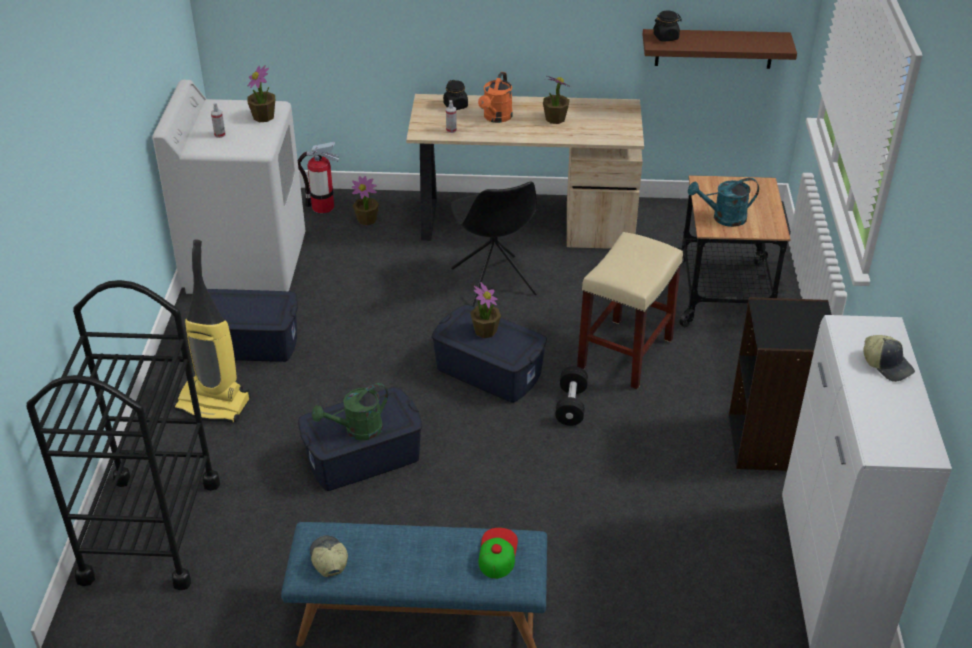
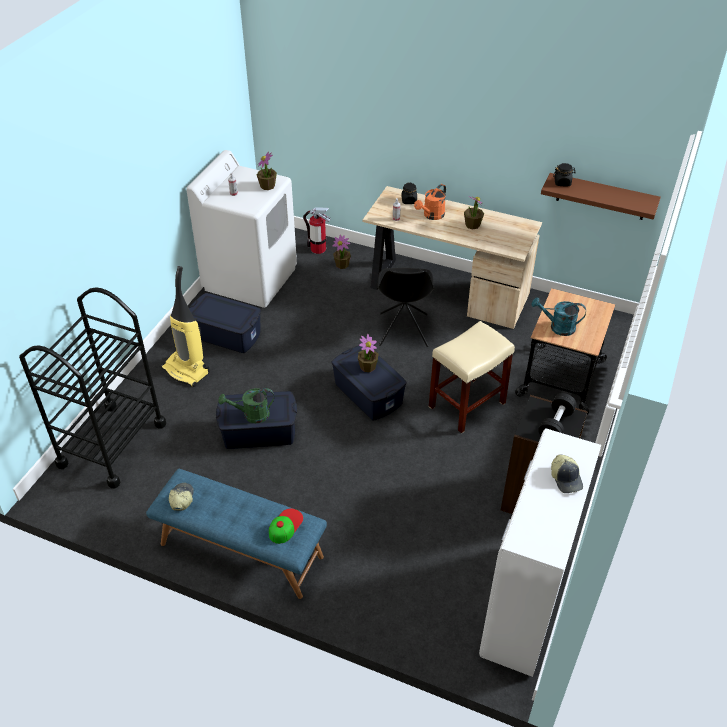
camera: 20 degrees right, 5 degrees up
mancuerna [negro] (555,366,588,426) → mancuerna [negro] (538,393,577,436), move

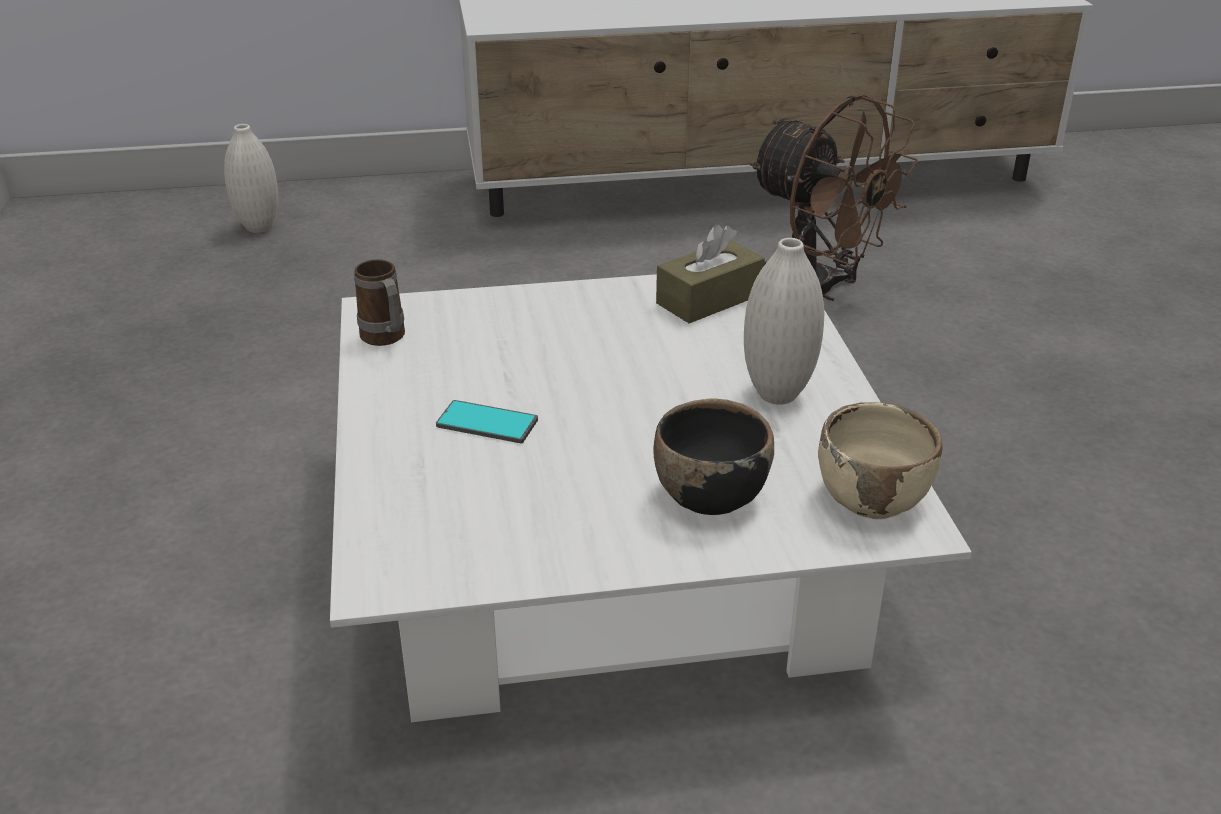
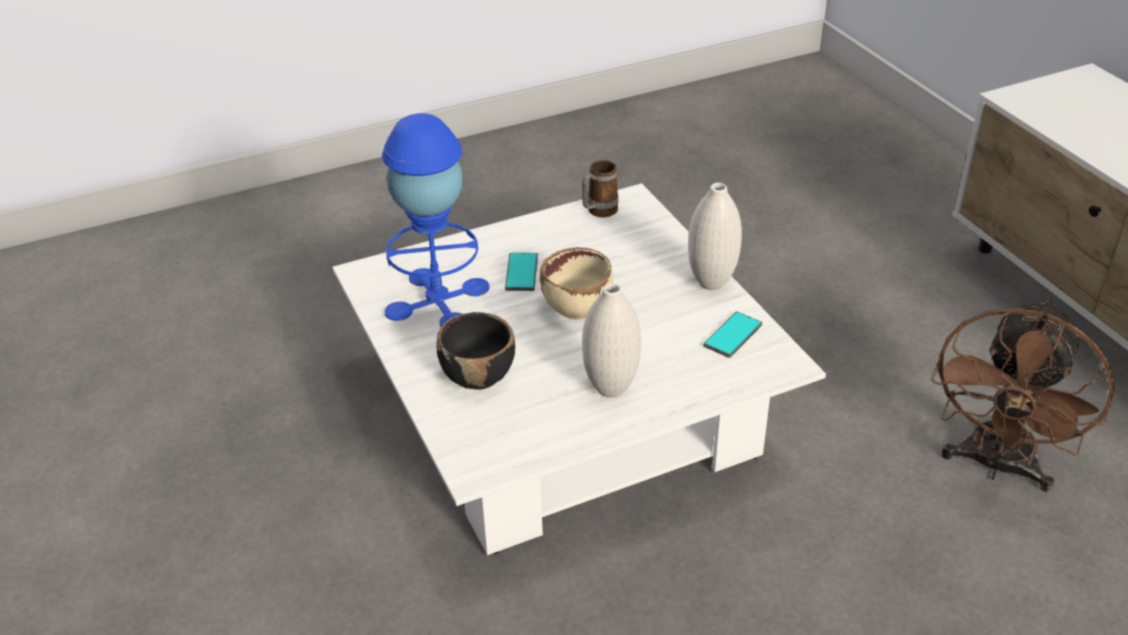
camera: 75 degrees right, 5 degrees up
florero [blanco] (224,124,278,233) → florero [blanco] (688,183,742,290), move
caja de pañuelos [marrón] (656,224,765,323) → móvil (703,312,762,358)
cuenco [beis] (818,402,942,519) → cuenco [beis] (540,247,613,320), move
- → lámpara de mesa [azul] (382,113,489,327)

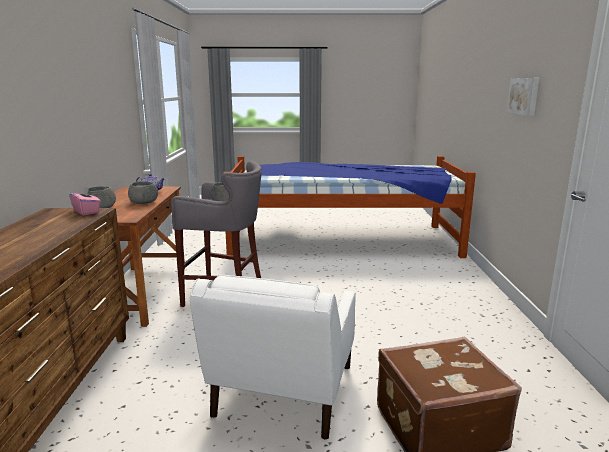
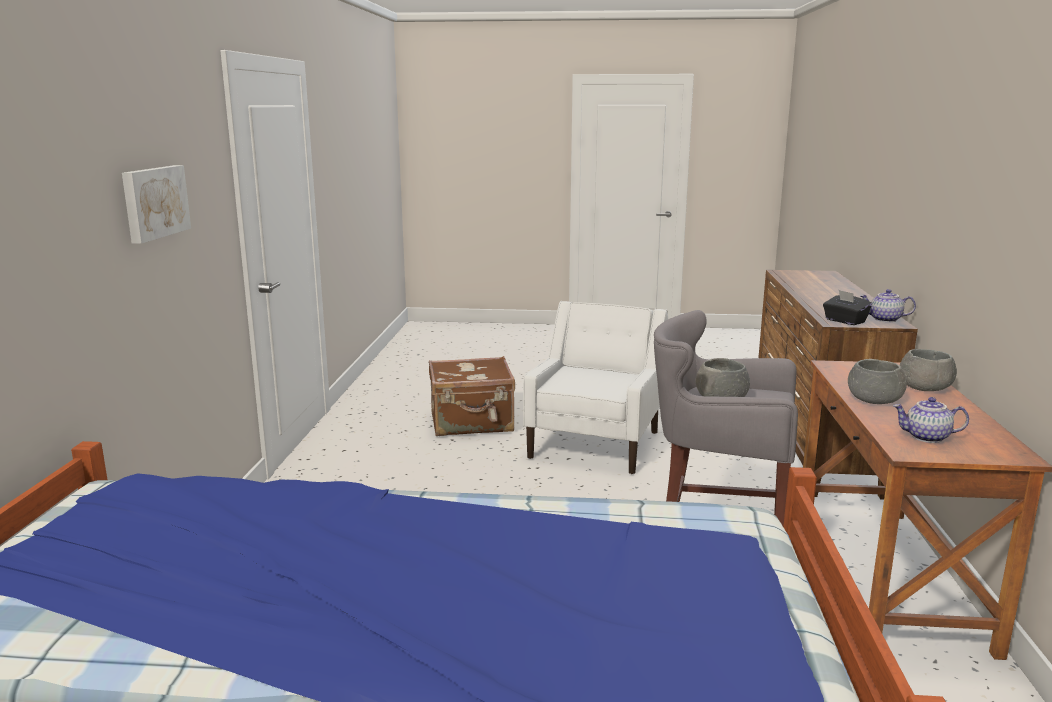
camera: 175 degrees left, 0 degrees up
caja de pañuelos [rosa] (69,186,101,215) → caja de pañuelos [negro] (823,290,872,325)
- → tetera (860,289,916,322)

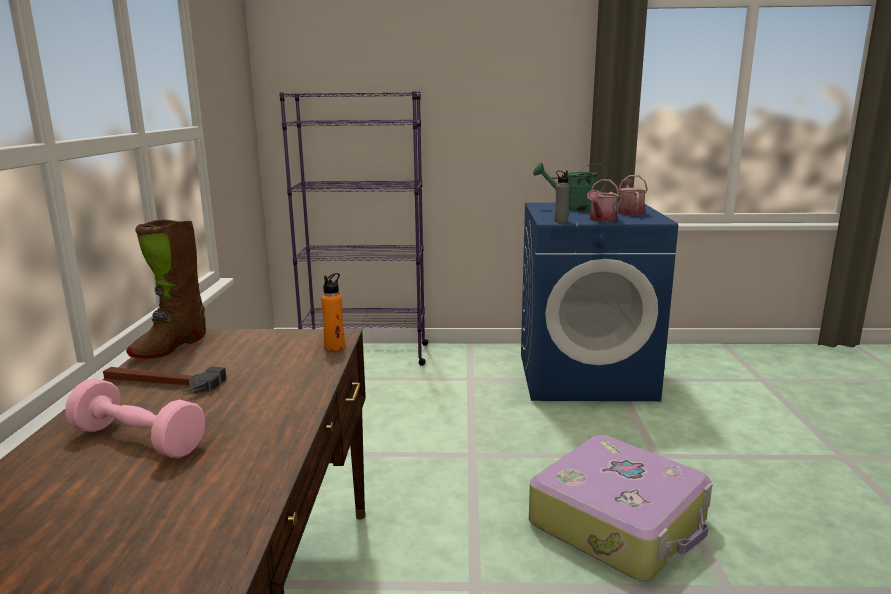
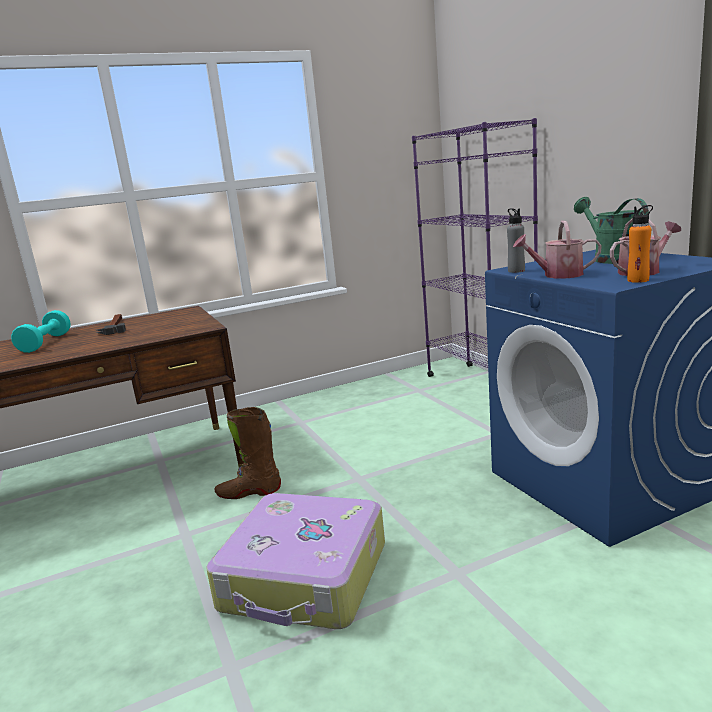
camera: 65 degrees right, 0 degrees up
mancuerna [rosa] (65,378,205,458) → mancuerna [turquesa] (11,310,71,353)
bota [marrón] (126,219,206,359) → bota [marrón] (215,407,281,499), move
botella [naranja] (321,273,345,351) → botella [naranja] (627,205,653,283), move

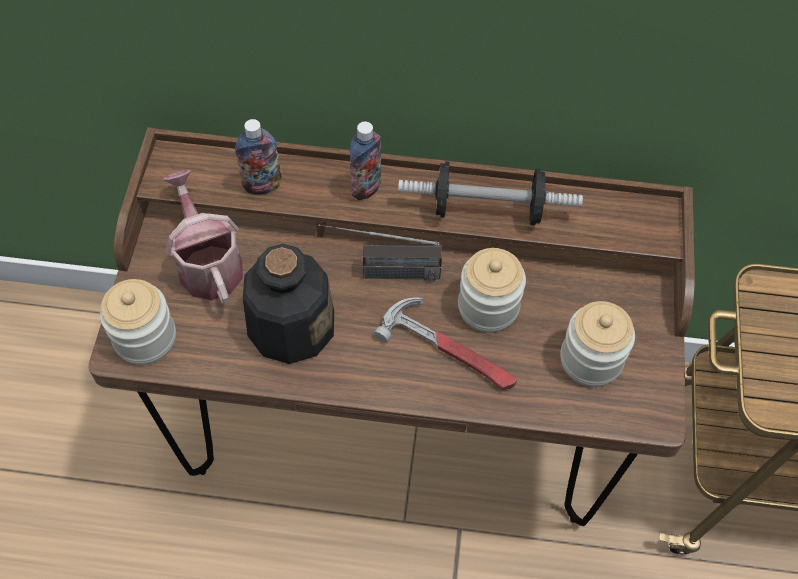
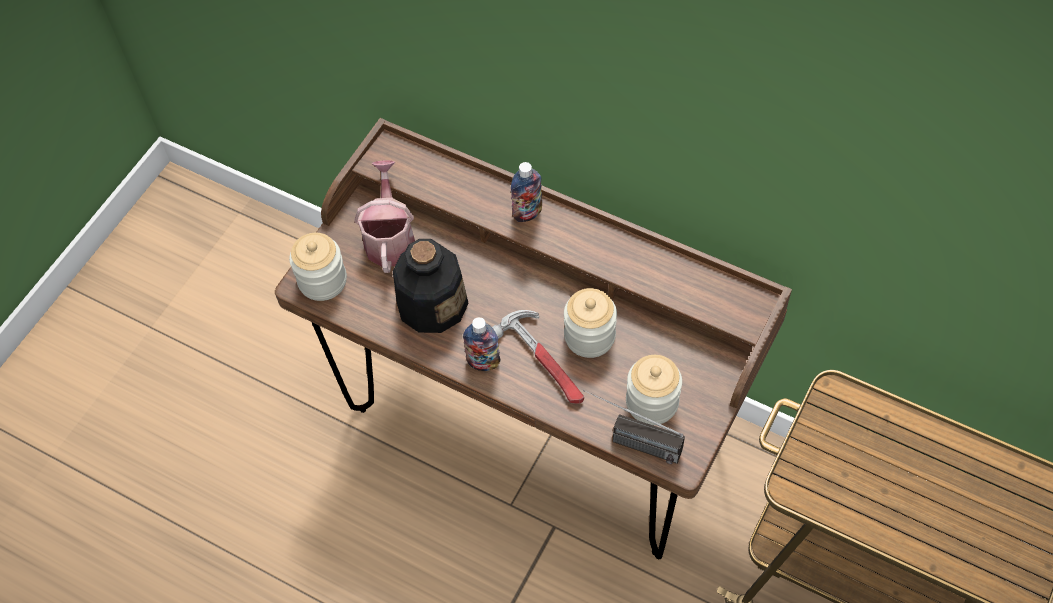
camera: 25 degrees right, 0 degrees up
botella (235,119,282,195) → botella (463,317,500,371), move
radio (319,224,442,282) → radio (583,390,685,464), move
mancuerna (398,161,583,225) → -

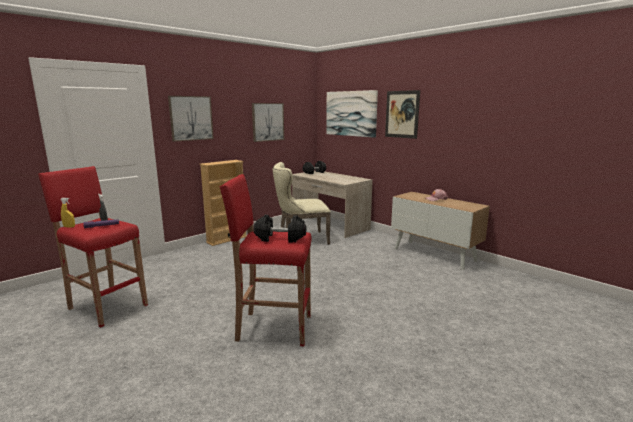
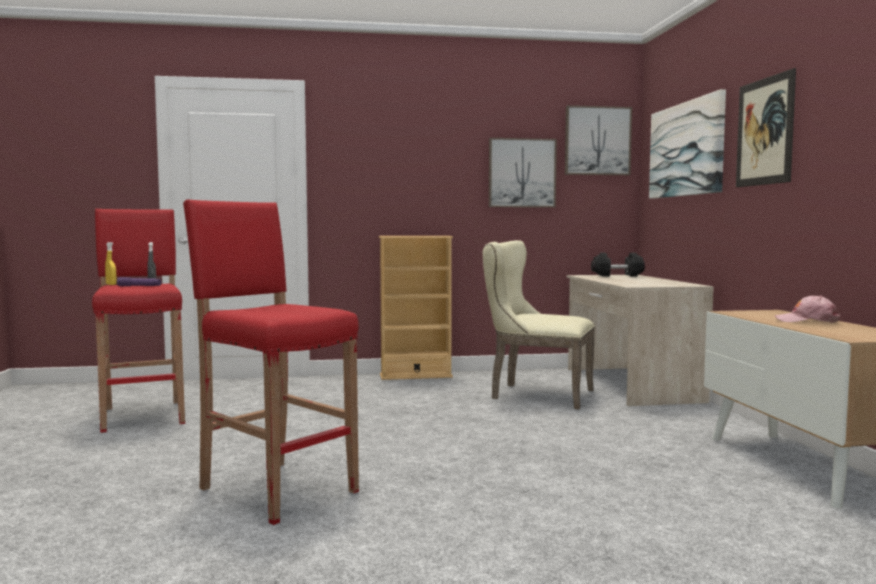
camera: 35 degrees right, 10 degrees down
cuadro (168,96,214,142) → cuadro (565,105,632,175), move
mancuerna [negro] (253,214,306,243) → -

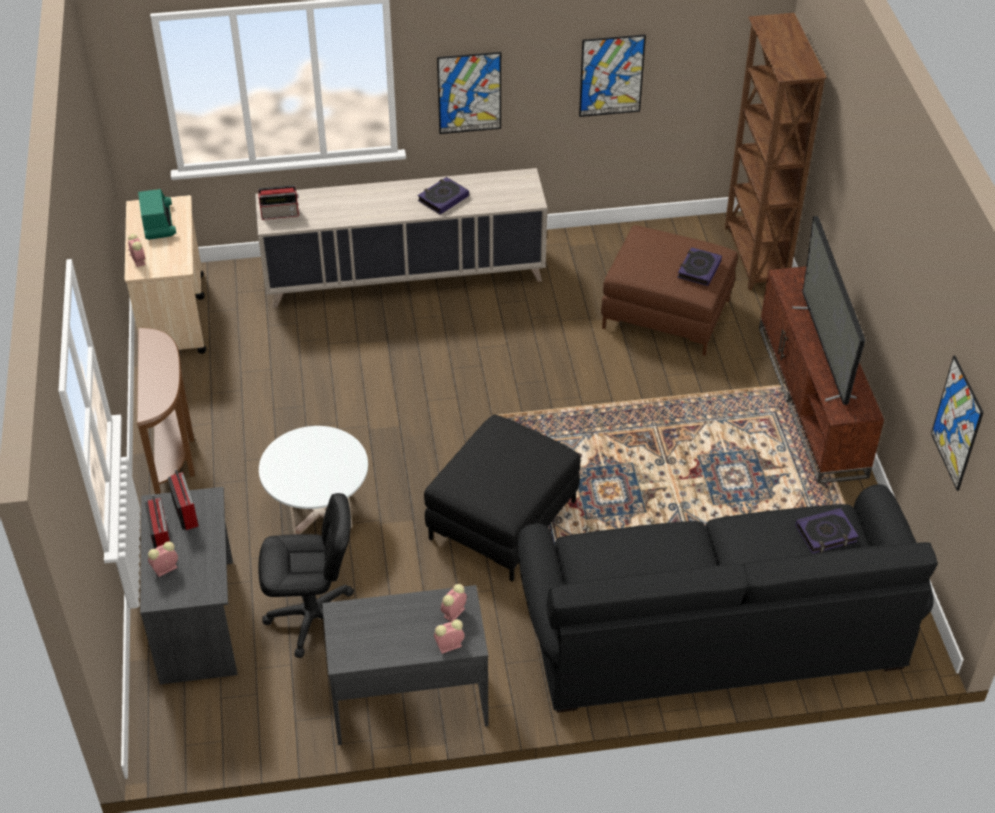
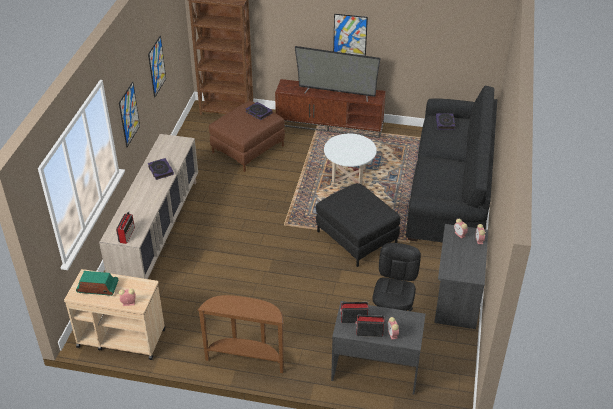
camera: 70 degrees left, 5 degrees down
mesa de centro [blanco] (259,426,368,535) → mesa de centro [blanco] (324,134,377,185), move
cuadro (931,355,984,491) → cuadro (333,14,368,56), move

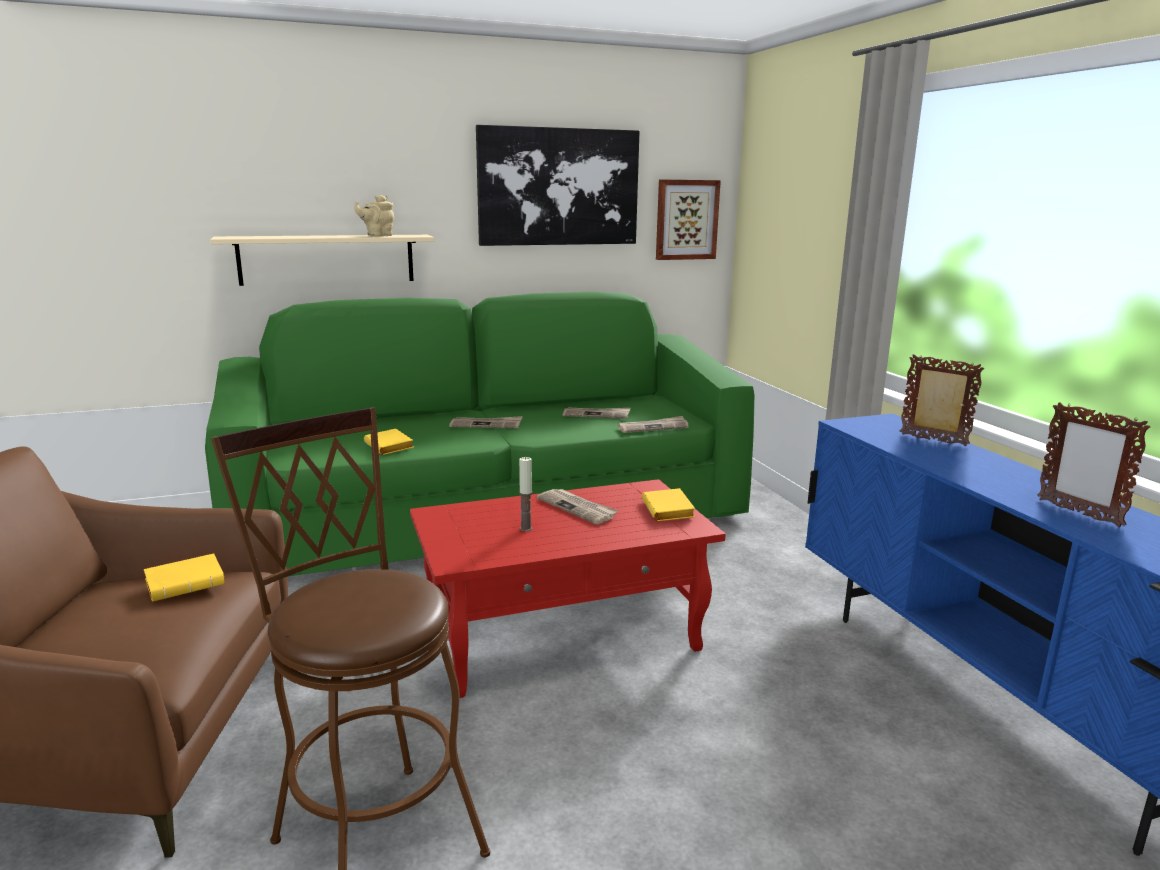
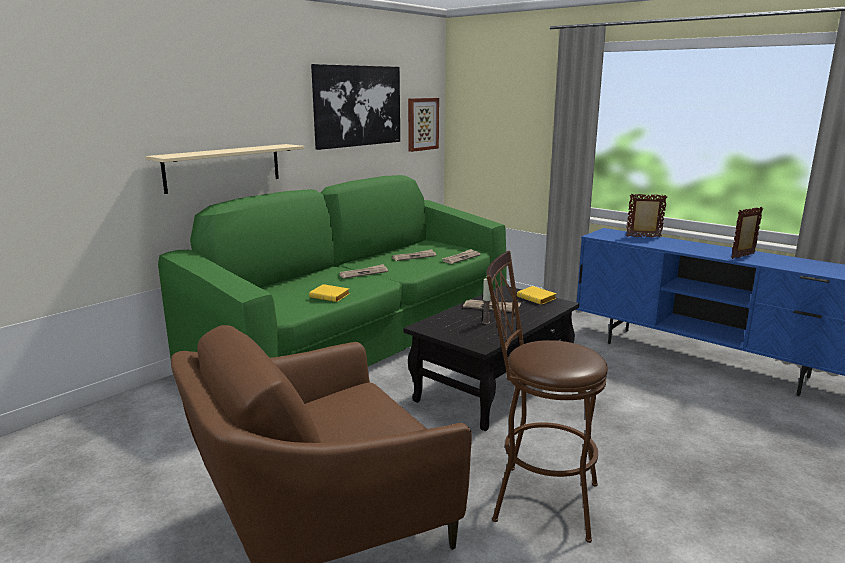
camera: 30 degrees left, 0 degrees up
libro [amarillo] (144,554,225,602) → -
tetera [beis] (355,195,394,237) → -
mesa de centro [rojo] (410,479,726,698) → mesa de centro [negro] (404,285,579,431)
portarretratos (1037,402,1151,527) → portarretratos (731,207,763,259), 120 degrees clockwise

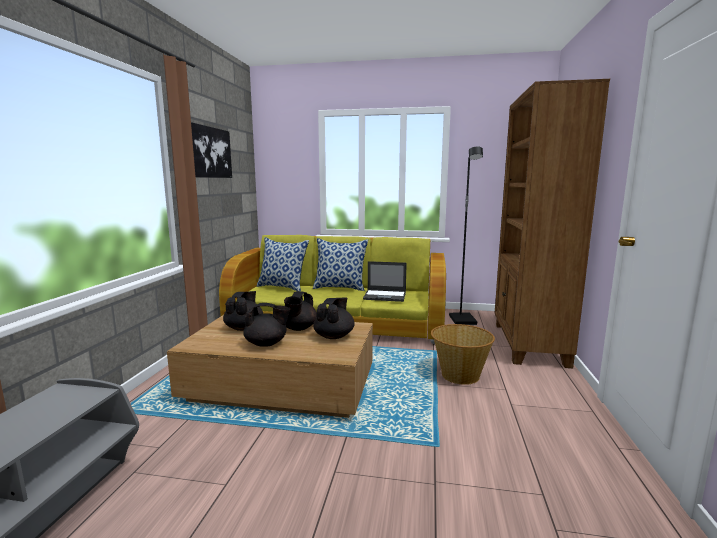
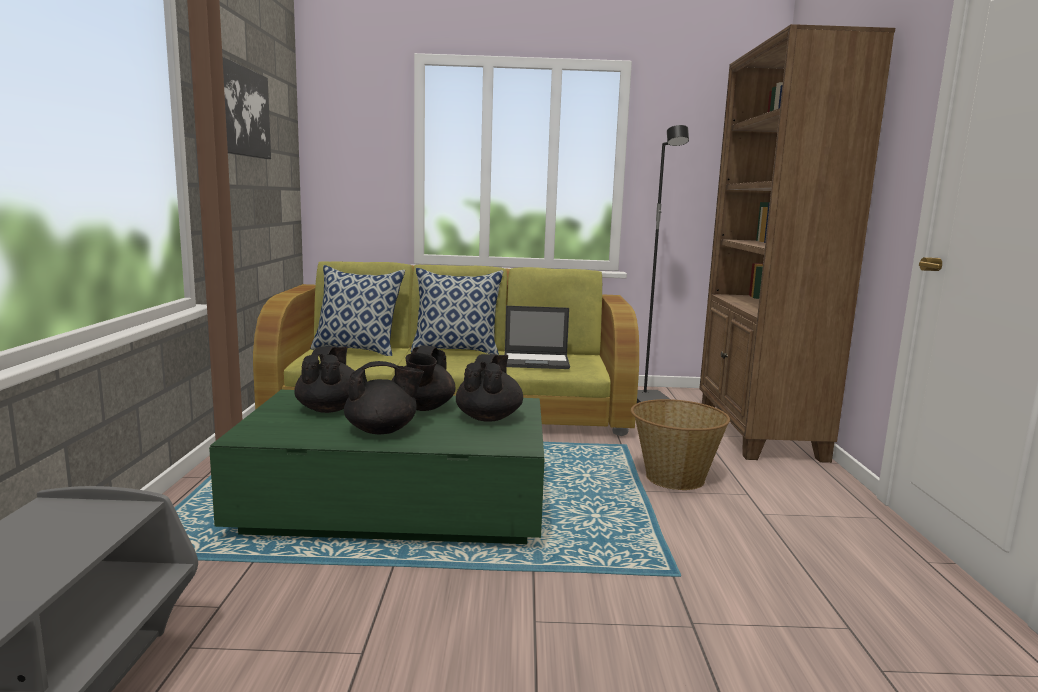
camera: 10 degrees left, 0 degrees up
mesa de centro [marrón] (167,315,373,418) → mesa de centro [verde] (209,390,544,544)

